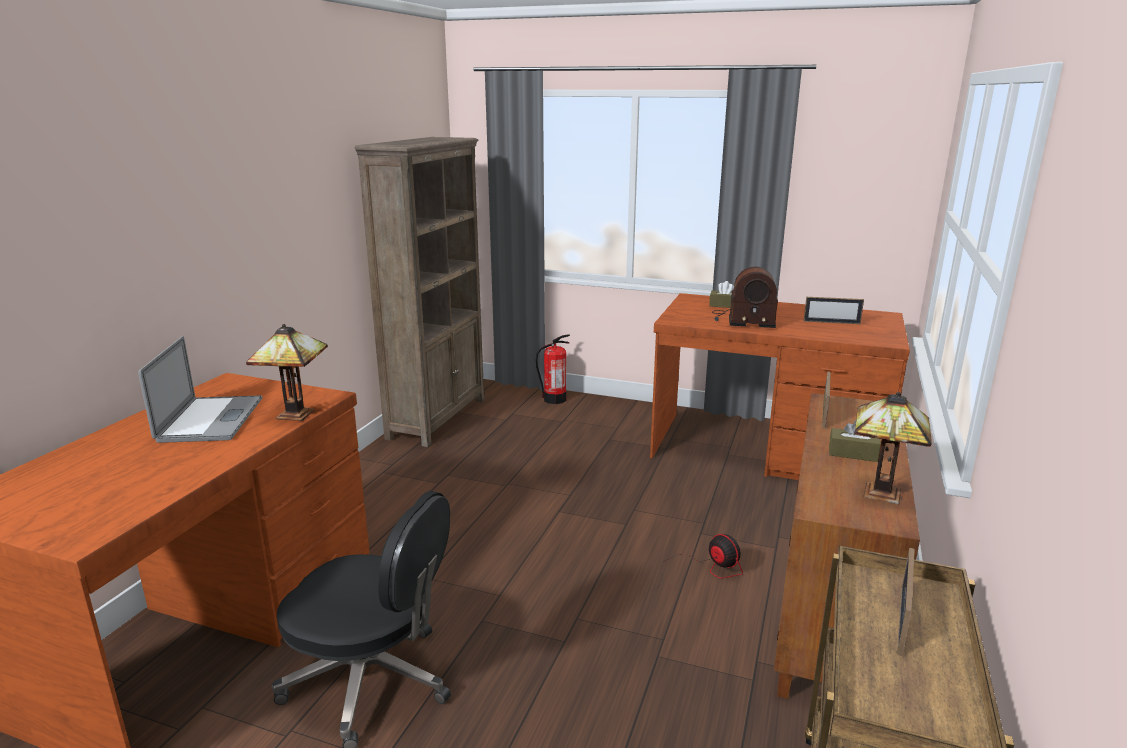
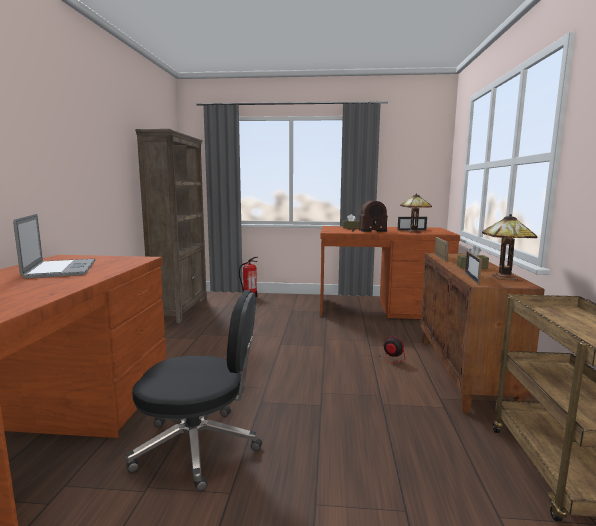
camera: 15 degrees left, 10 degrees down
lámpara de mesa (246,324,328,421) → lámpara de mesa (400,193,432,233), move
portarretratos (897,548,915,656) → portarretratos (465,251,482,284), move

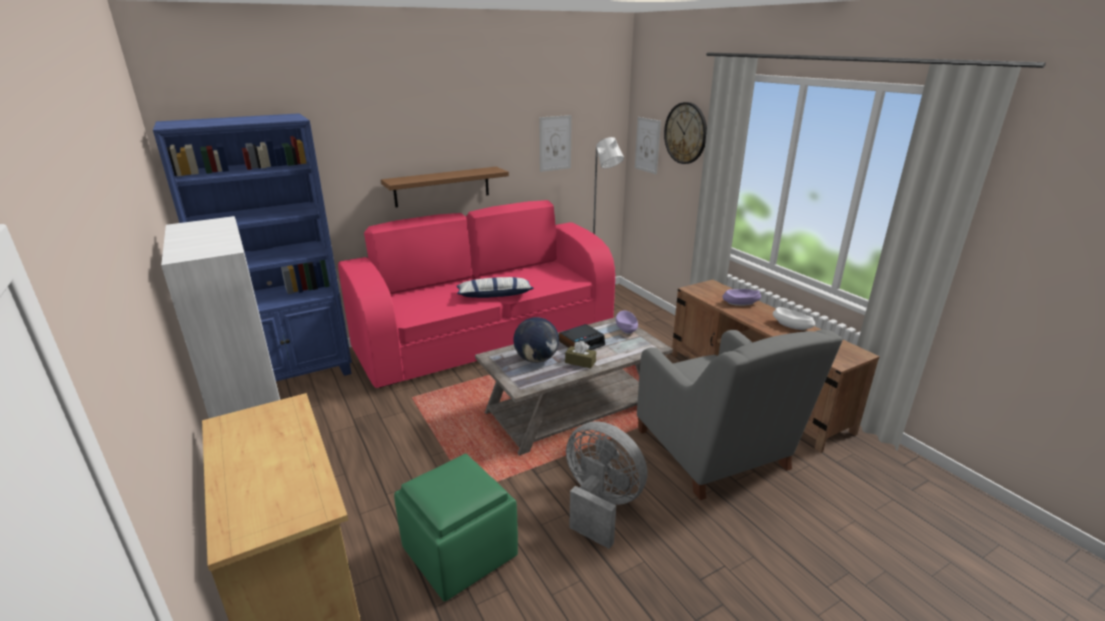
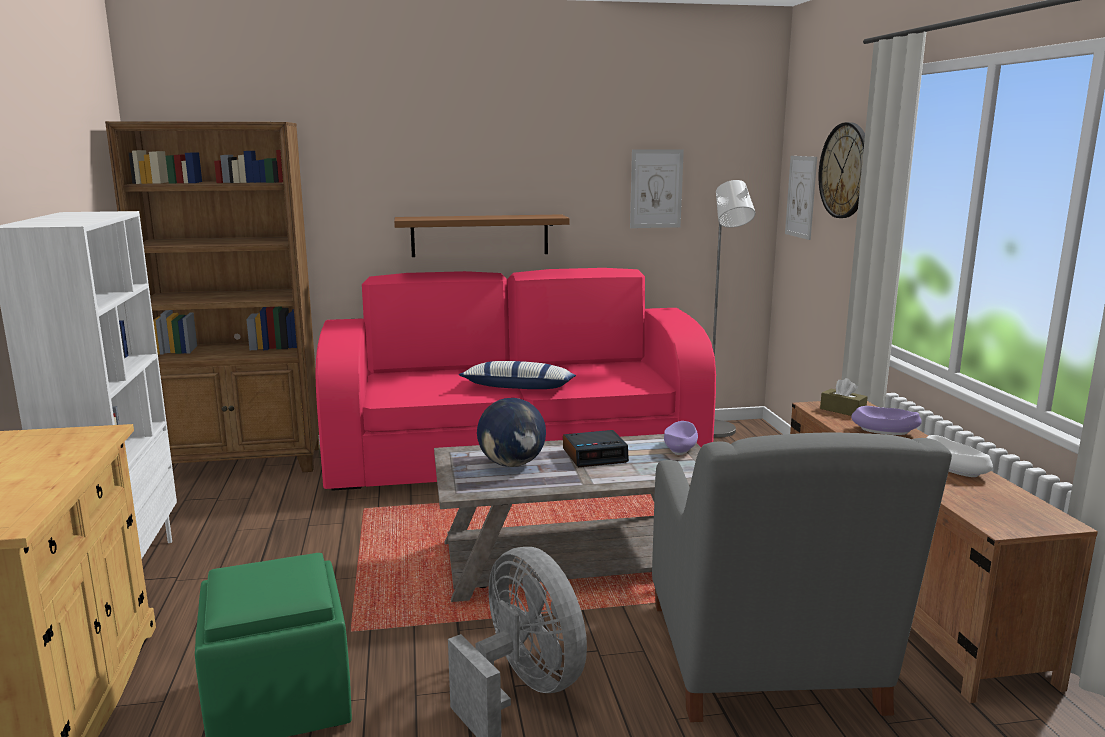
camera: 20 degrees right, 10 degrees down
estantería [azul] (153,113,352,381) → estantería [marrón] (105,121,319,472)
caja de pañuelos [marrón] (565,341,596,368) → caja de pañuelos [marrón] (820,378,867,416), move

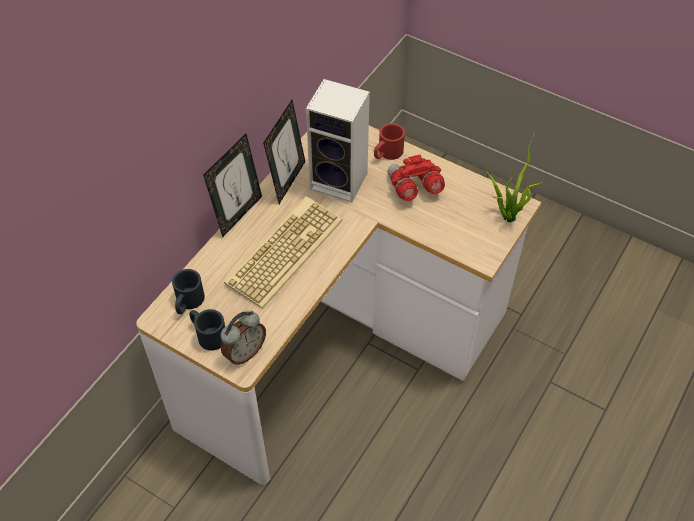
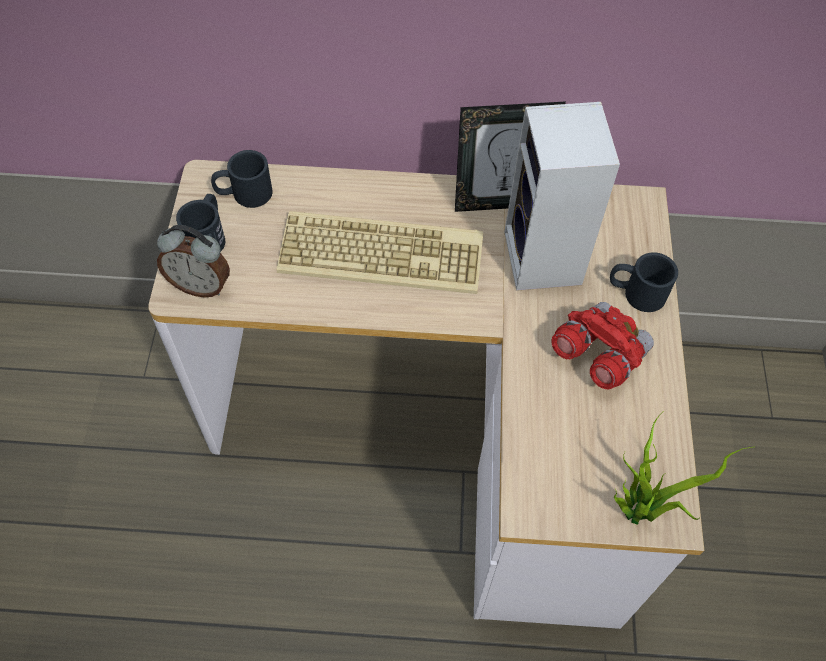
camera: 60 degrees right, 5 degrees up
portarretratos (203,134,262,237) → -
taza grande [rojo] (374,123,405,160) → taza grande [negro] (610,252,678,312)

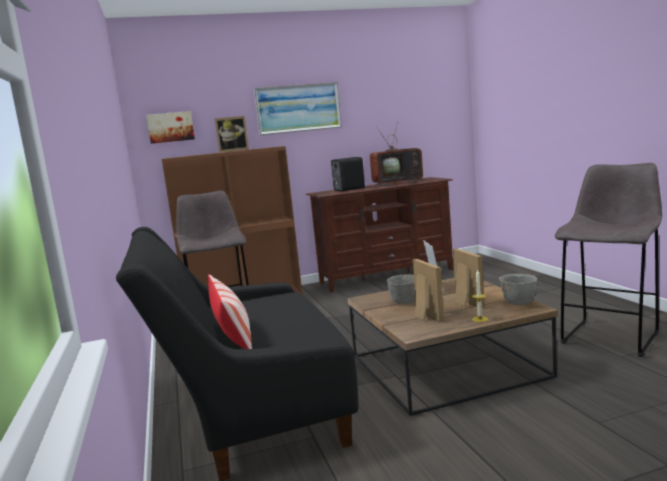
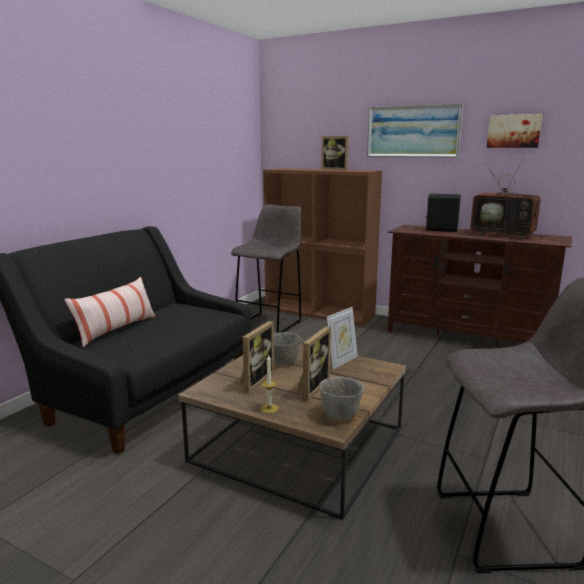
camera: 45 degrees right, 5 degrees up
cuadro (146,111,195,144) → cuadro (487,114,542,148), move

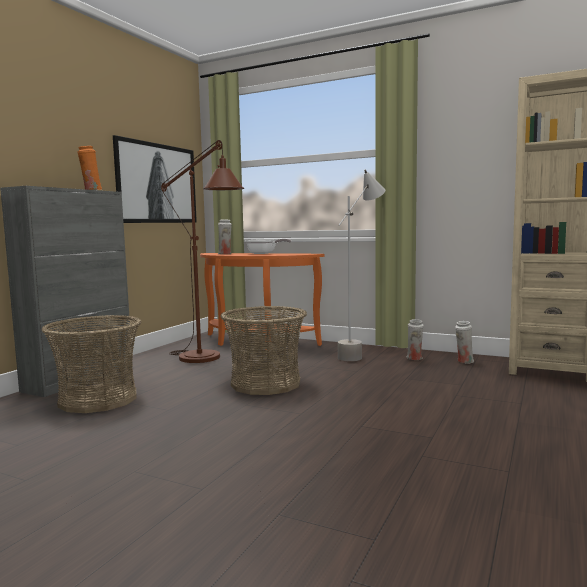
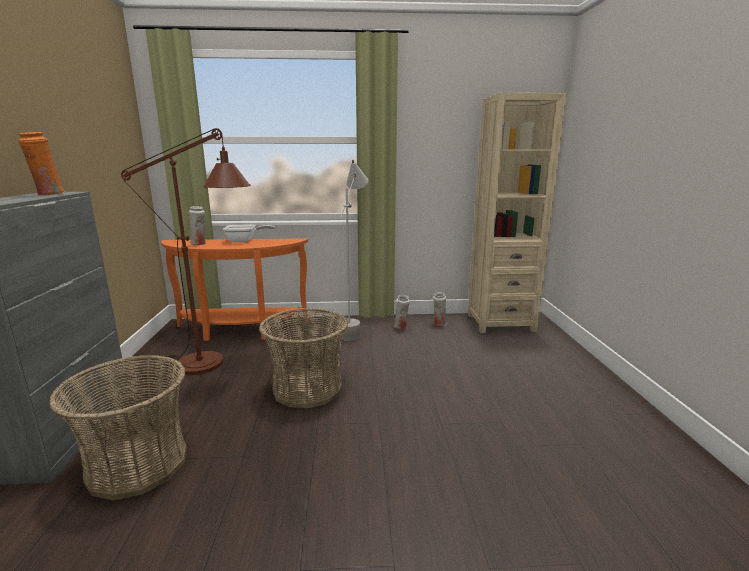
camera: 30 degrees left, 10 degrees up
cuadro (113,135,197,223) → -

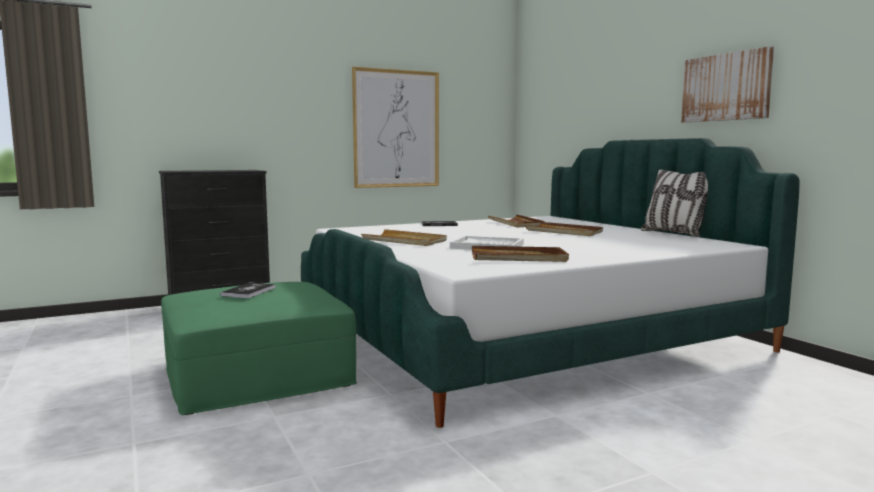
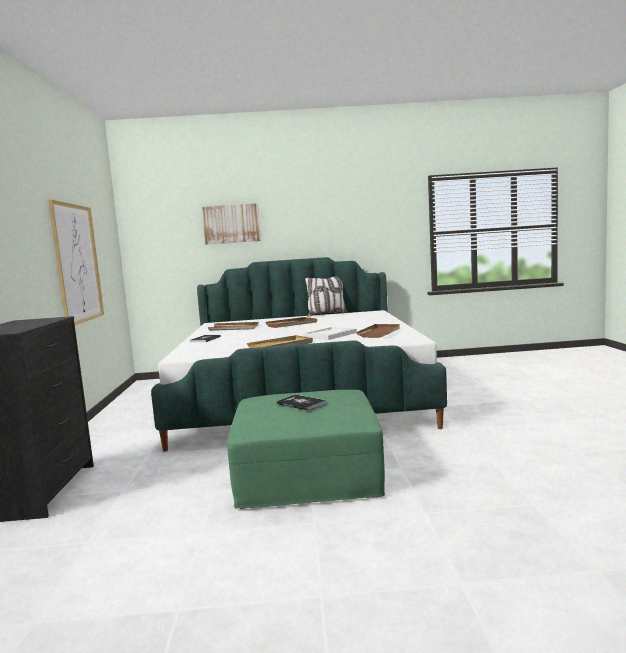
camera: 65 degrees left, 0 degrees up
cuadro (681,46,774,123) → cuadro (202,203,261,245), move

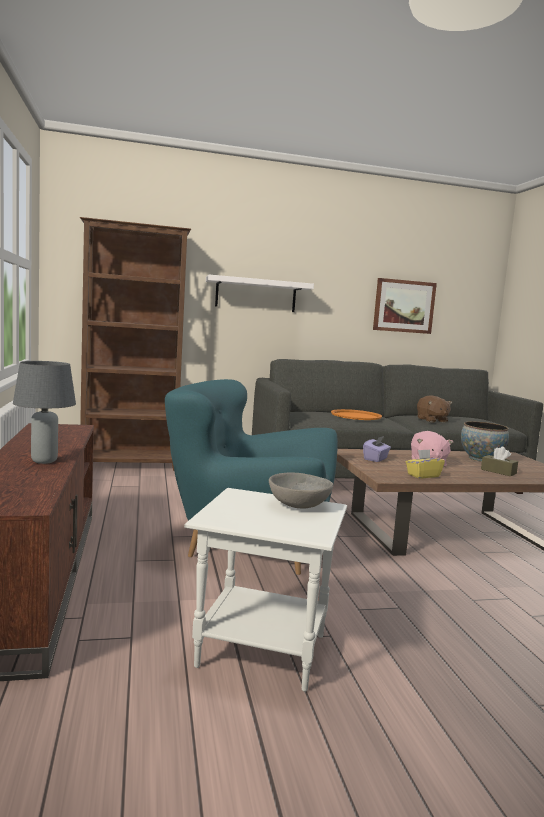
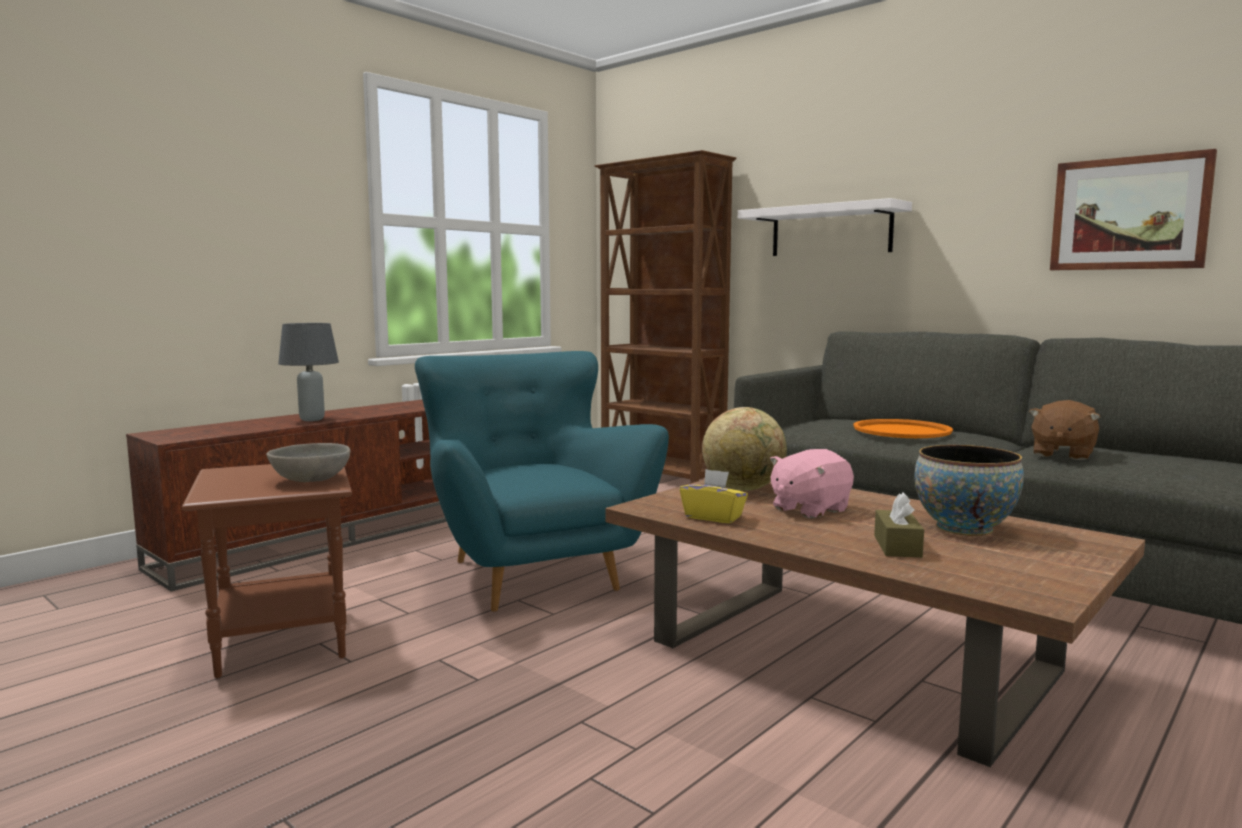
camera: 55 degrees right, 0 degrees up
mesa auxiliar [blanco] (184,488,347,692) → mesa auxiliar [marrón] (182,464,352,678)
caja de pañuelos [morado] (363,436,391,462) → globo terráqueo (702,407,787,491)

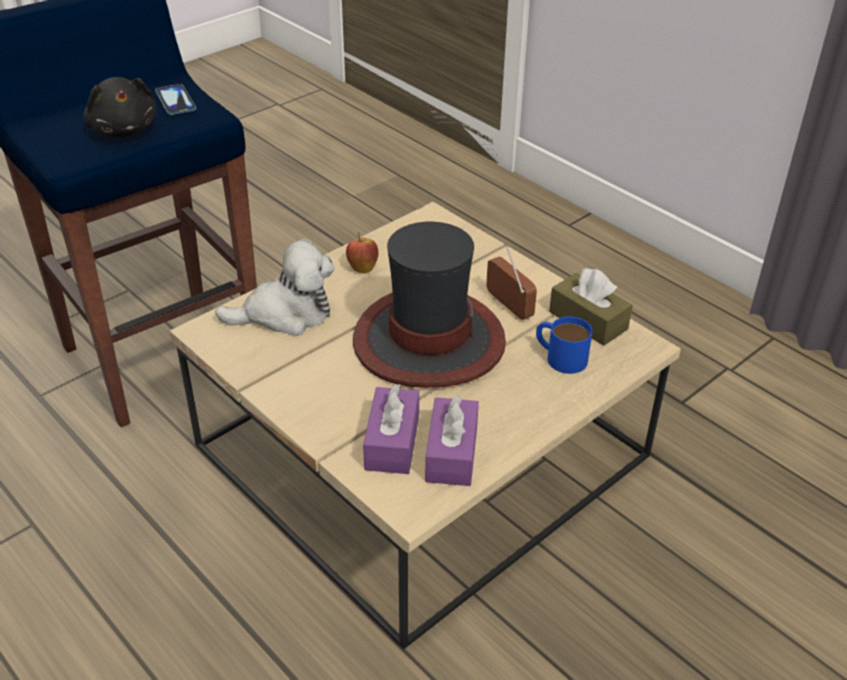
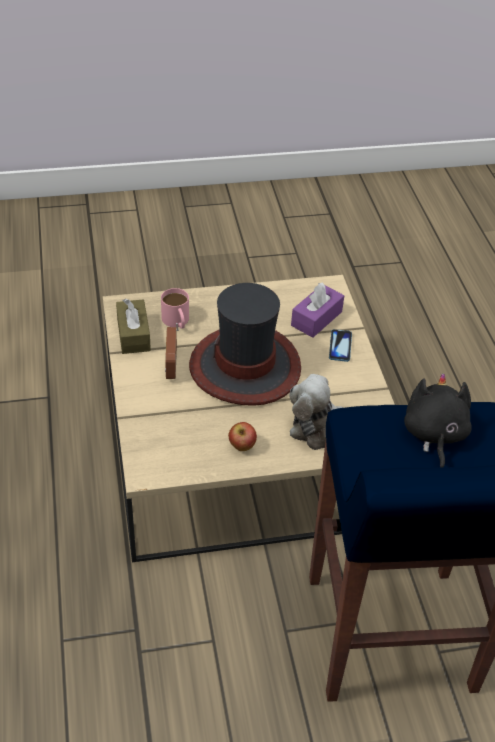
camera: 150 degrees left, 5 degrees up
móvil (155,84,196,115) → móvil (329,329,352,362), move
caja de pañuelos [morado] (425,395,479,486) → -
taza grande [azul] (536,316,592,374) → taza grande [rosa] (161,288,189,329)

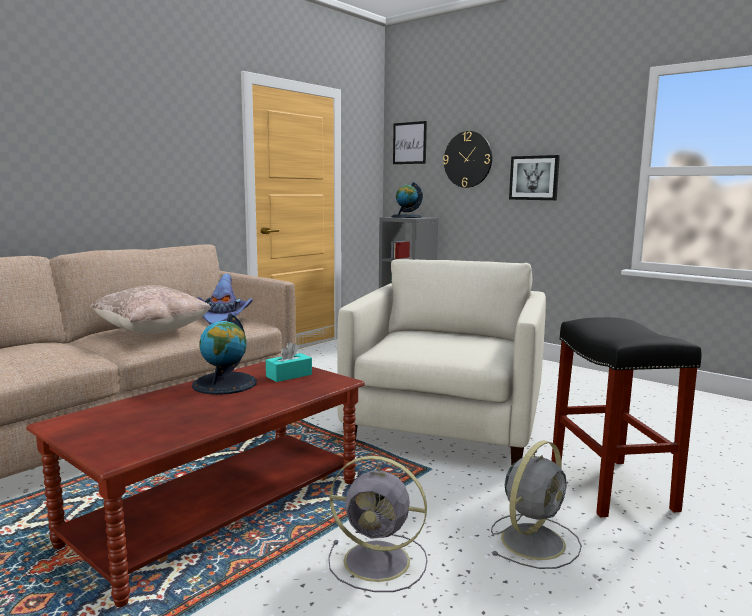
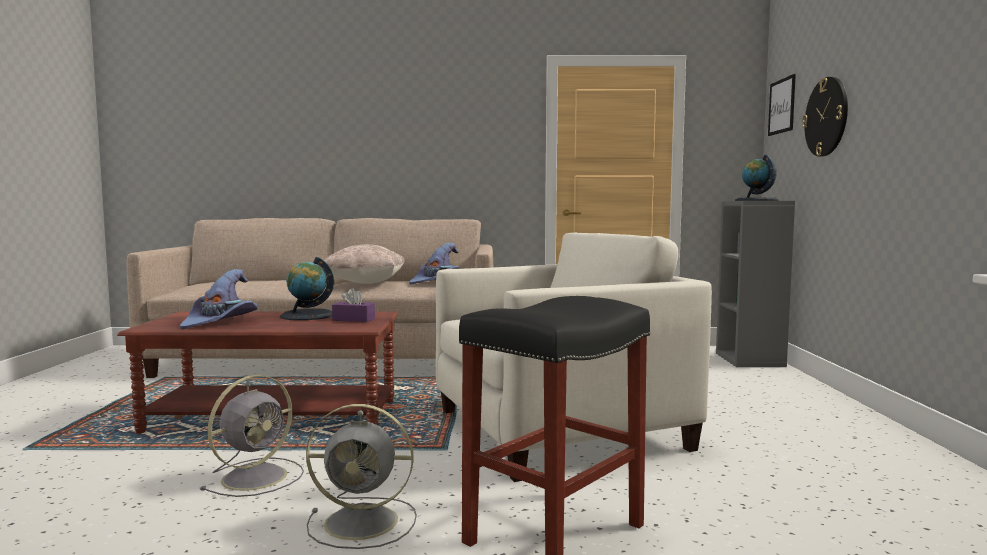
camera: 50 degrees right, 5 degrees down
caja de pañuelos [turquesa] (266,342,312,382) → caja de pañuelos [morado] (332,288,375,322)
ventilador [gris] (328,456,427,592) → ventilador [gris] (200,375,304,497), 120 degrees counterclockwise
cuadro (509,155,560,200) → -
- → sombrero [morado] (180,269,258,329)

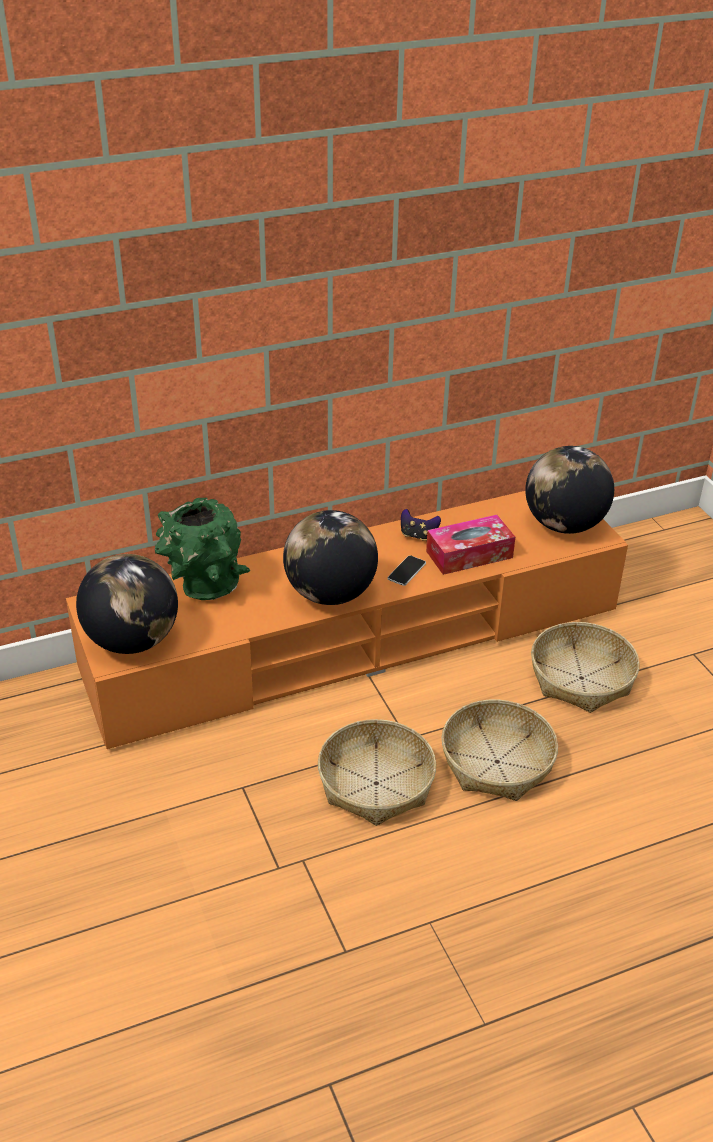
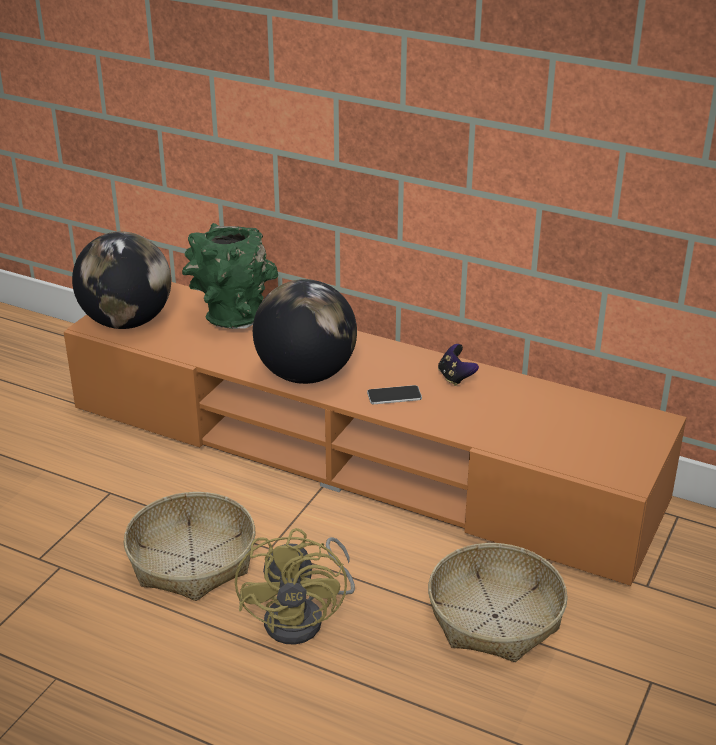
camera: 50 degrees right, 5 degrees down
caja de pañuelos (426,515,515,575) → -
cesta (442,699,558,801) → ventilador [amarillo] (235,528,355,645)
globo terráqueo (525,446,614,534) → -

